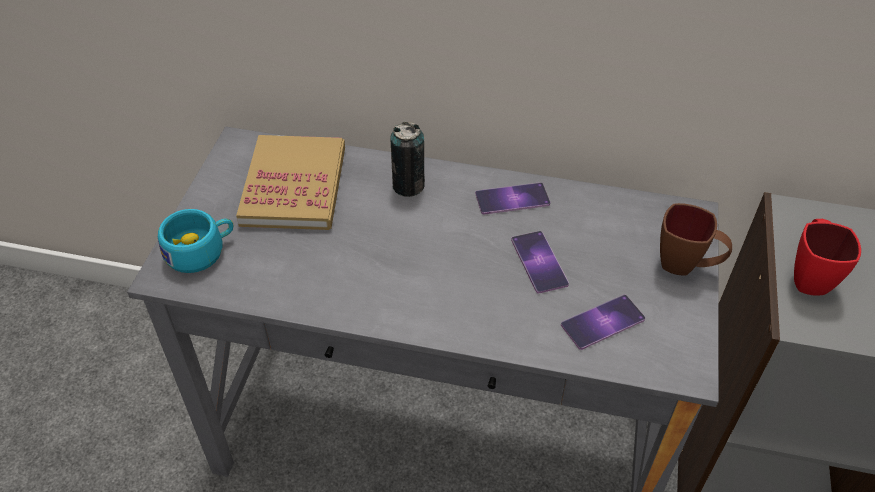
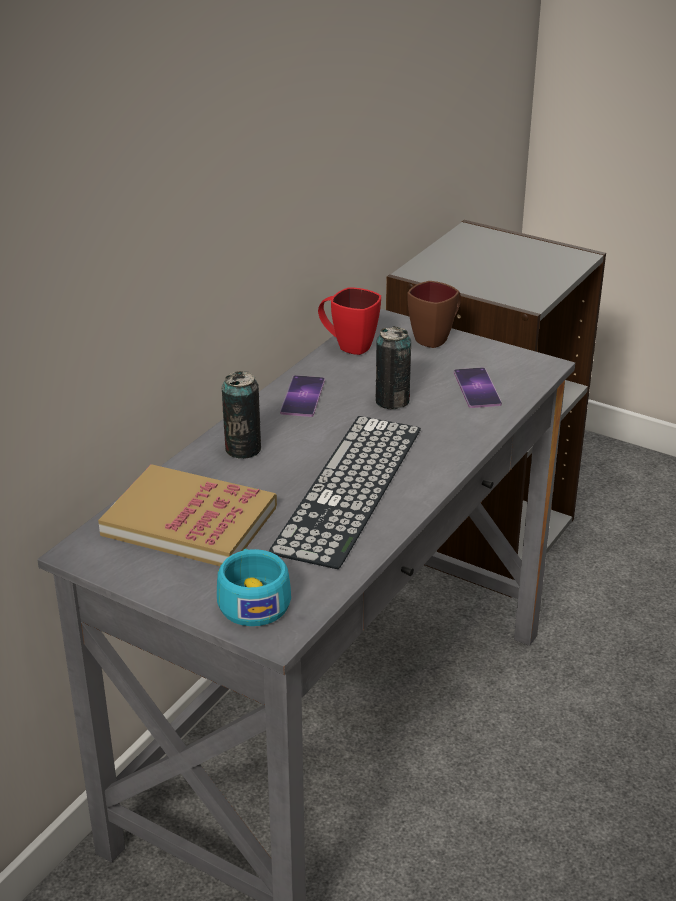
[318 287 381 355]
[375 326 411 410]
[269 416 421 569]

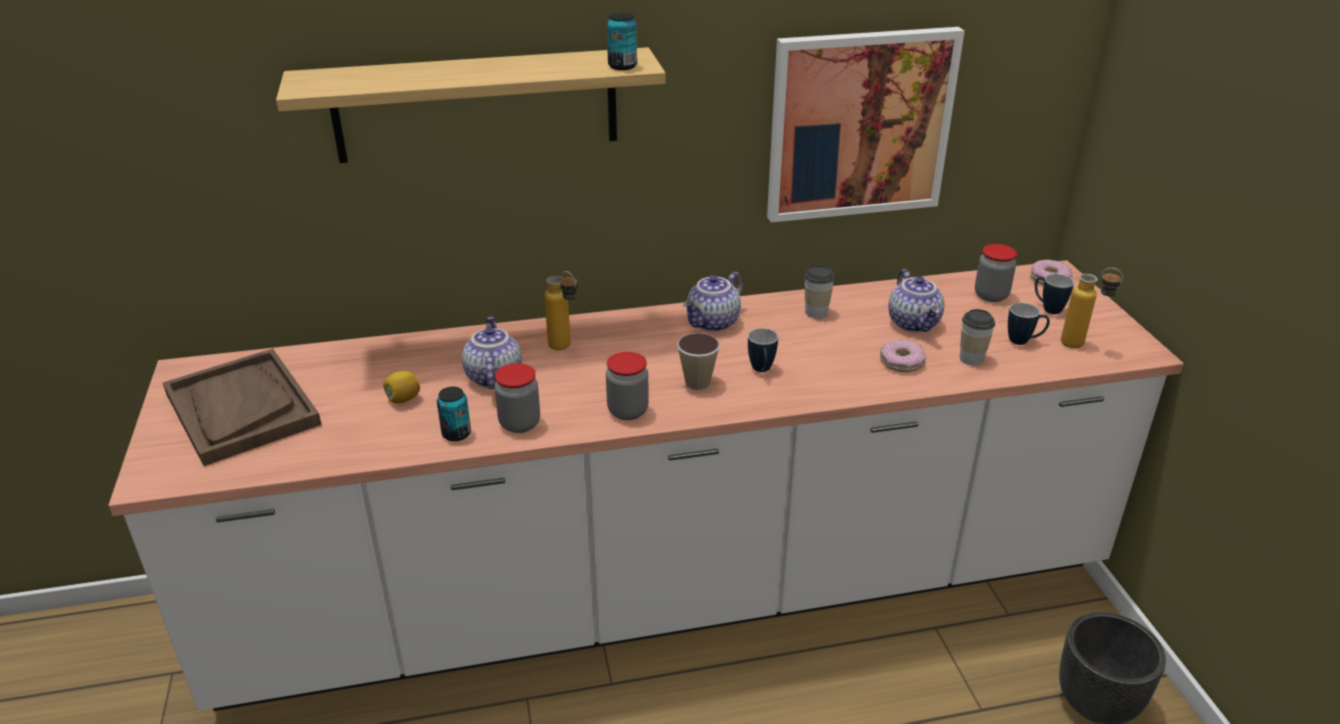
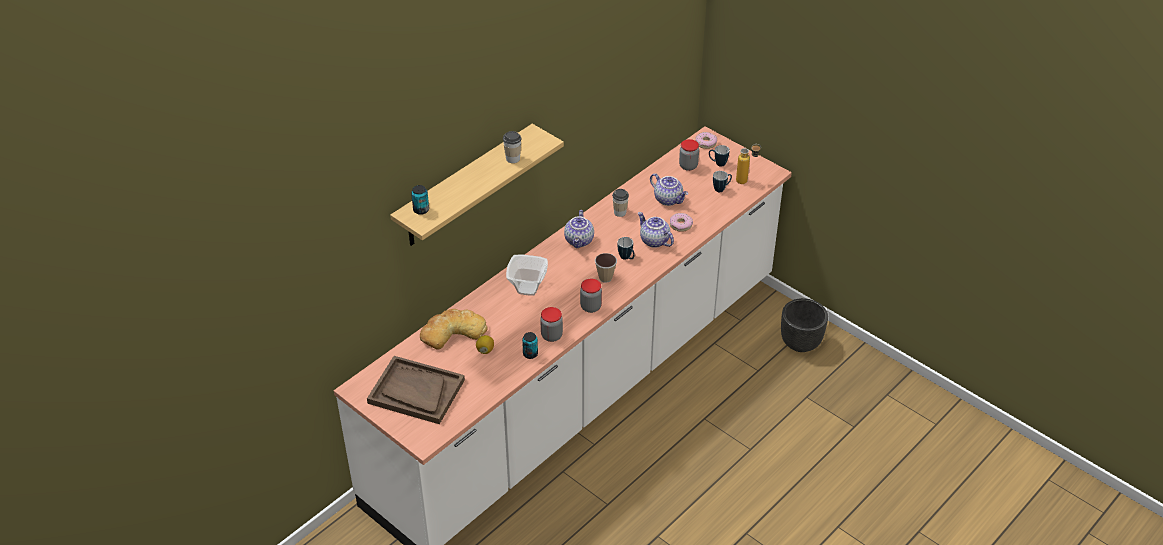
[411 185 429 215]
[767 27 965 222] (first image)
[506 254 548 296]
[503 131 522 163]
[638 212 674 248]
[420 309 488 350]

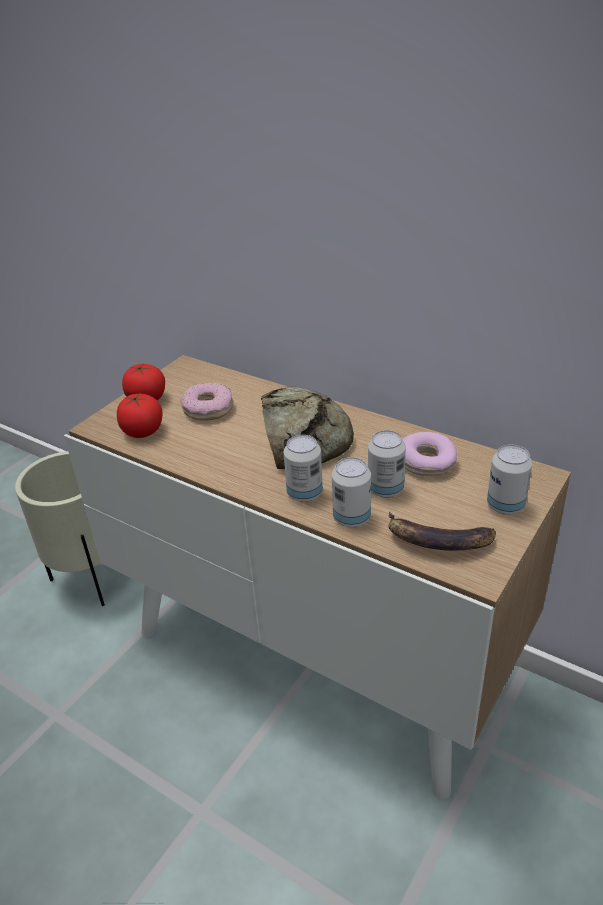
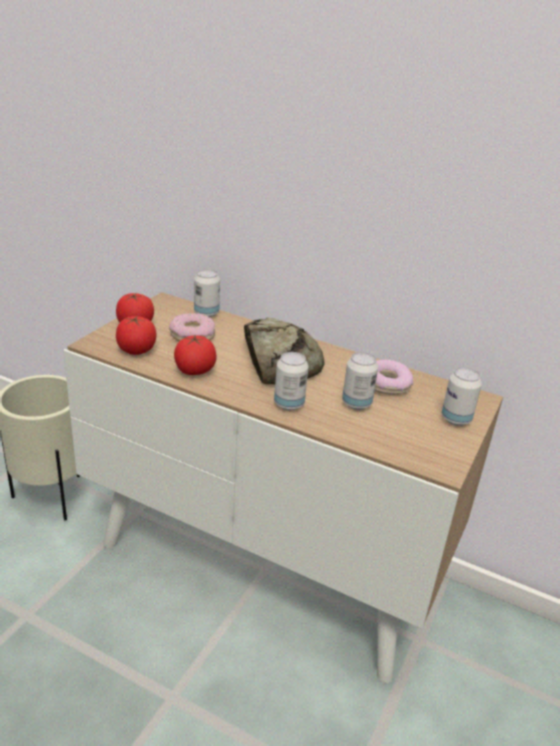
[194 269 220 317]
[388 512 496 551] (first image)
[174 335 216 375]

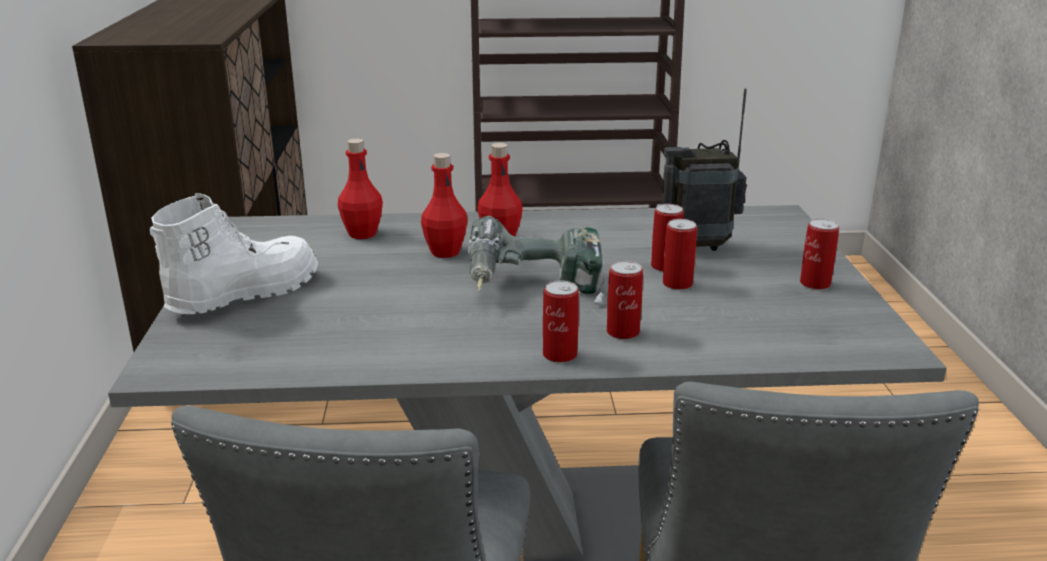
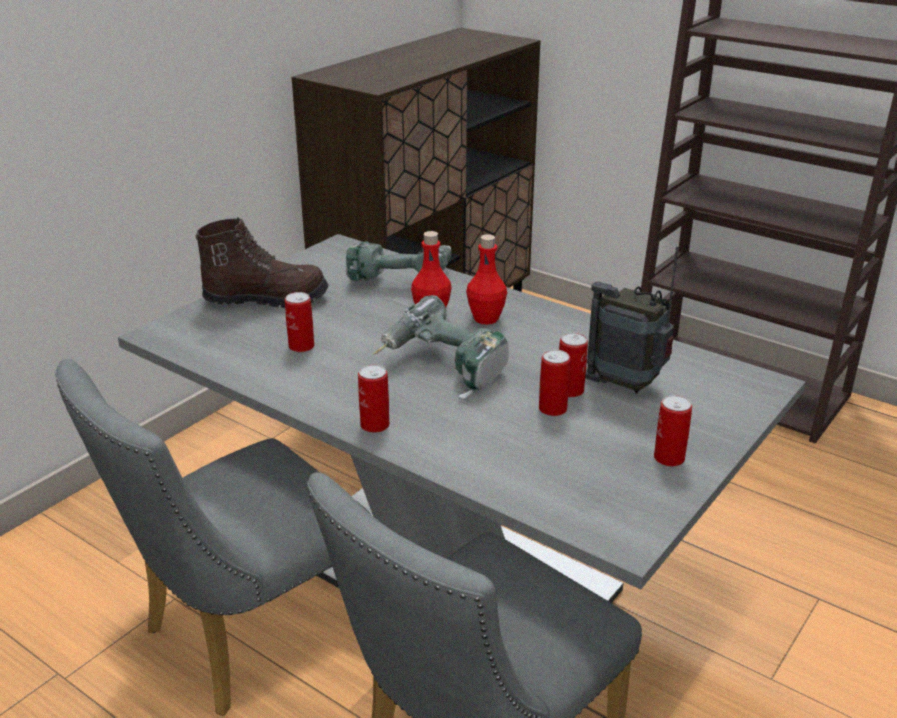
[346 242 452 281]
[196 217 329 308]
[285 292 314 352]

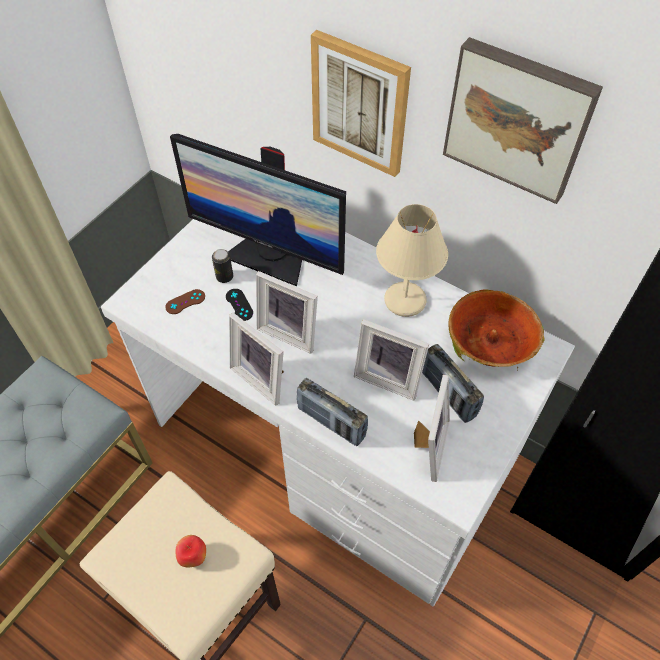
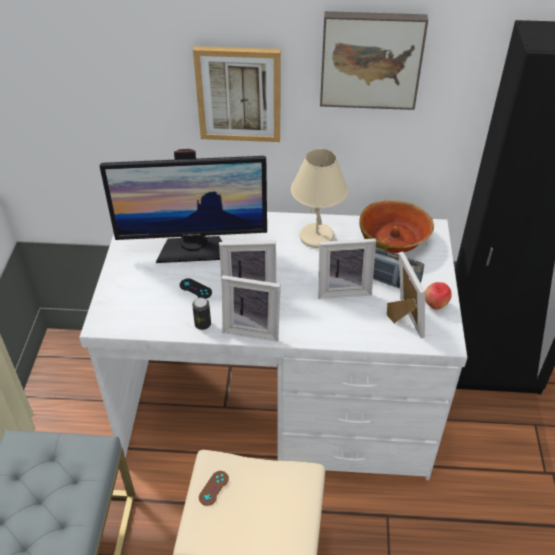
[192 298 211 330]
[199 471 229 506]
[297 378 368 446] (first image)
[425 282 452 310]

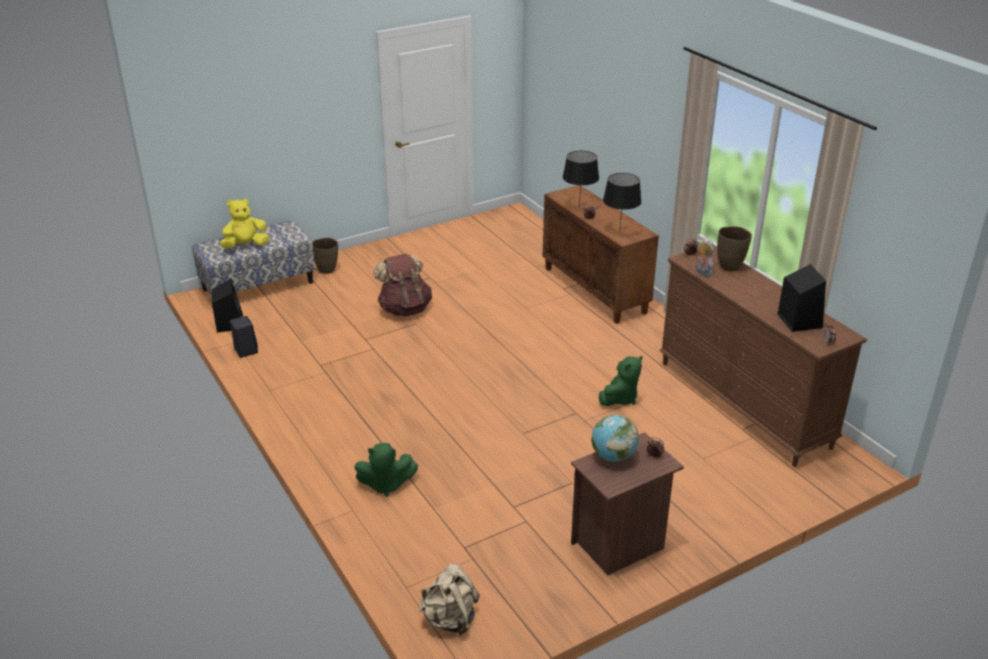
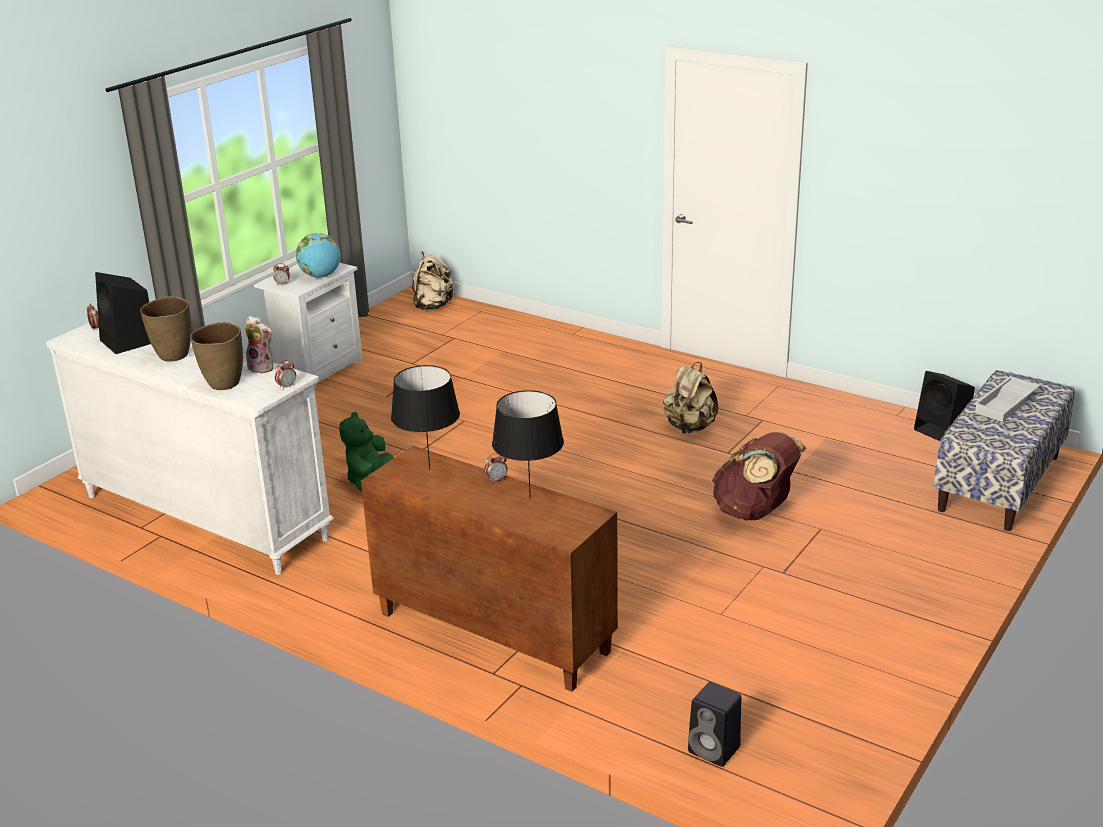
[974 376 1040 422]
[140 296 191 362]
[46 323 334 575]
[688 682 742 767]
[254 263 363 389]
[354 443 418 497] (first image)
[663 362 718 433]

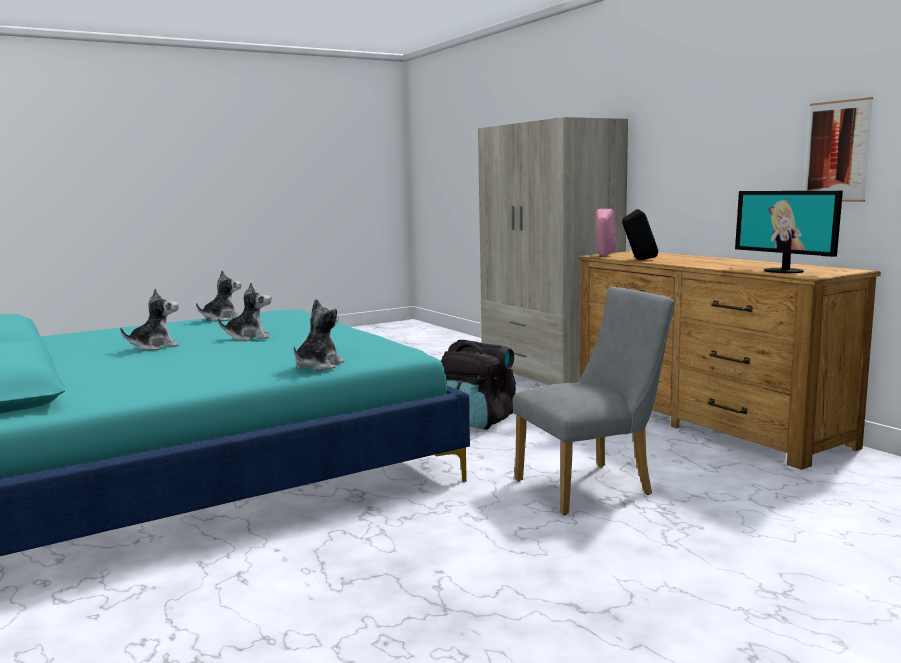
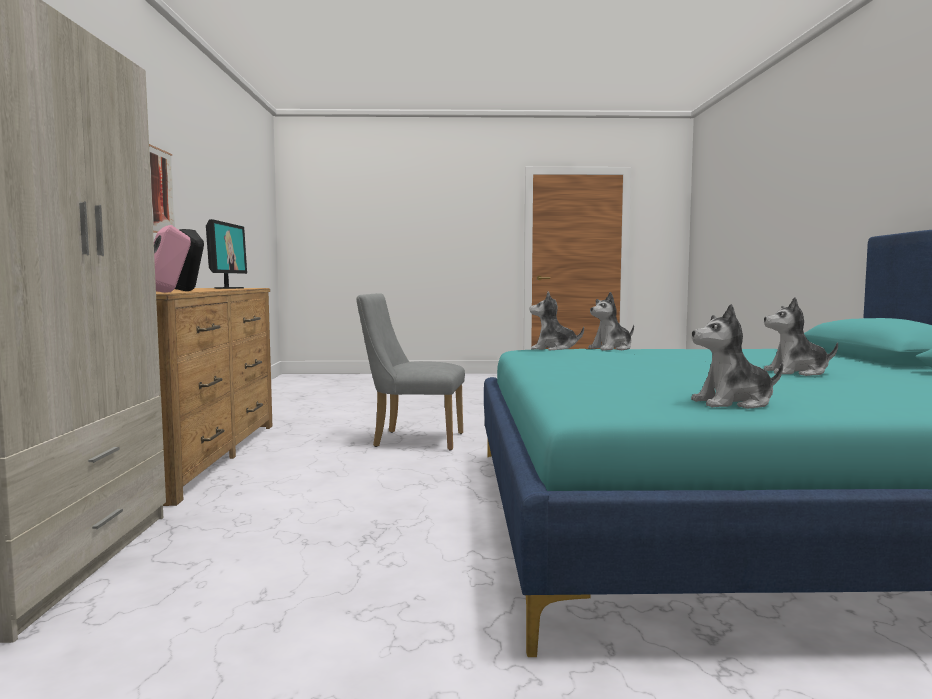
[529 292 584 351]
[441 340 516 430] (first image)

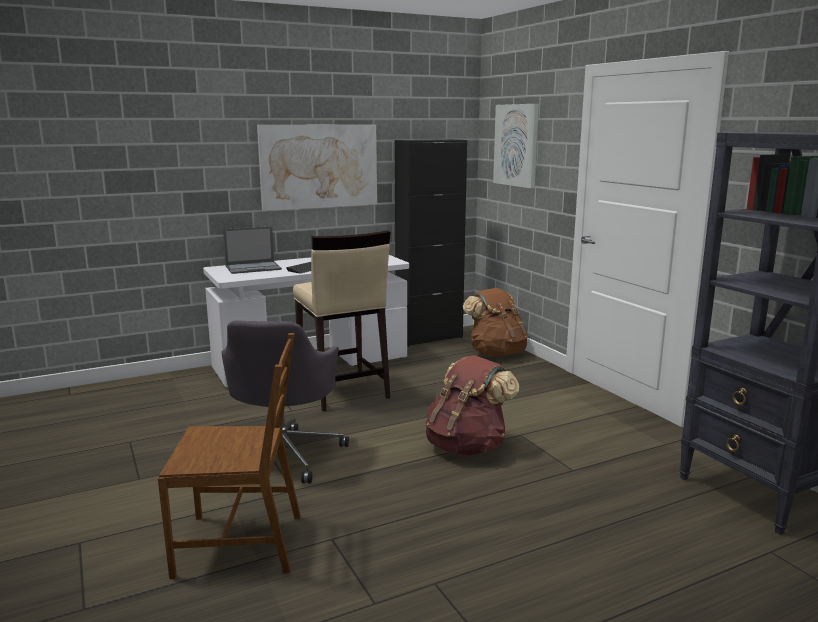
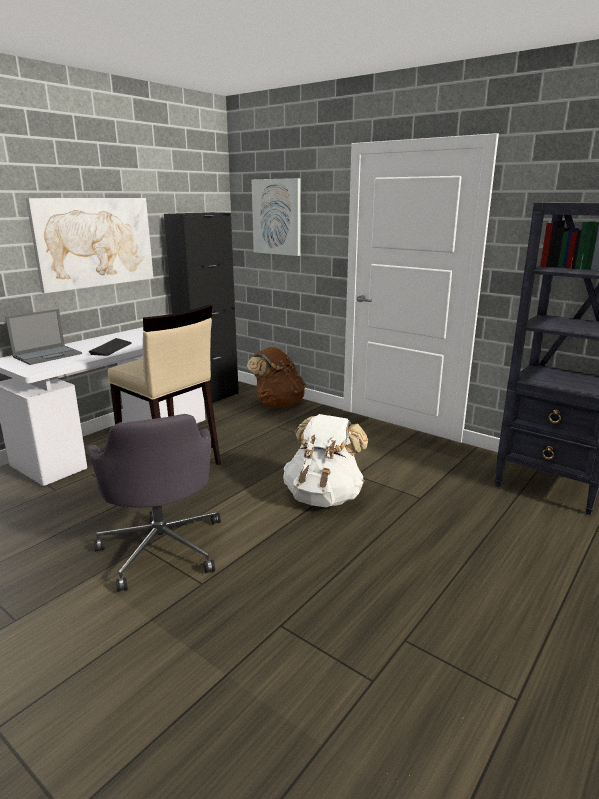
[158 333 301 579] (first image)
[283 414 368 507]

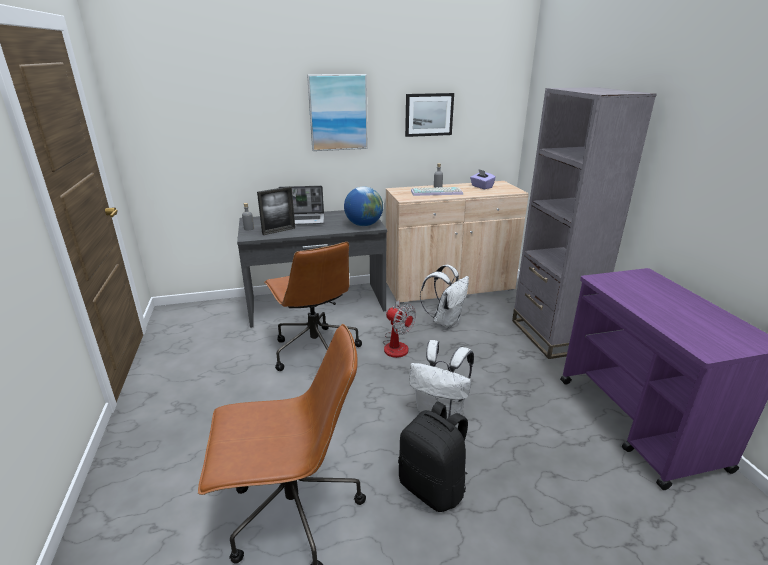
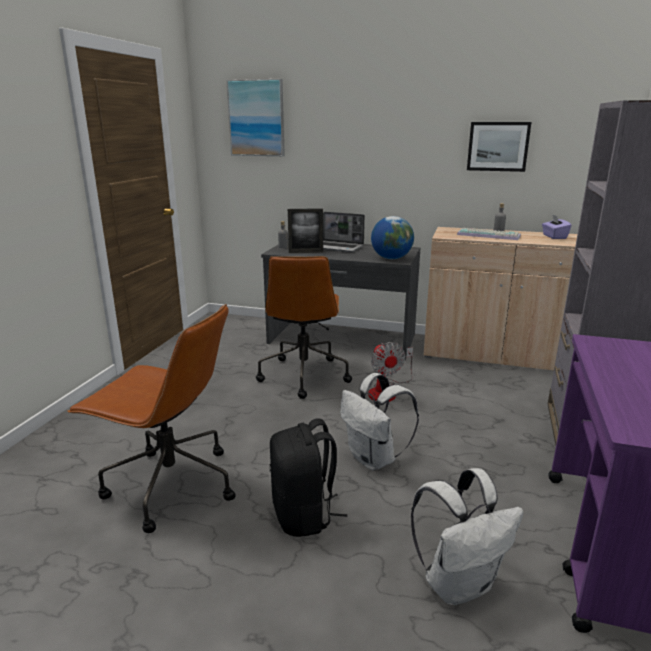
[226 79 285 156]
[411 468 524 605]

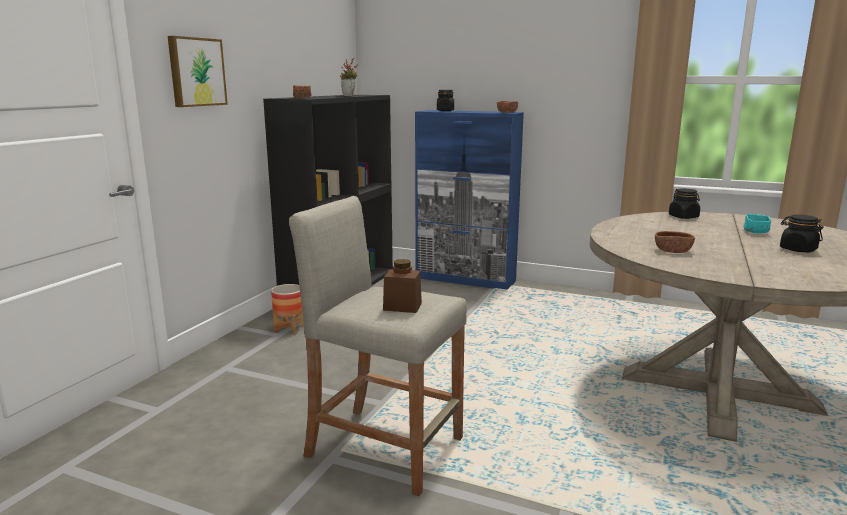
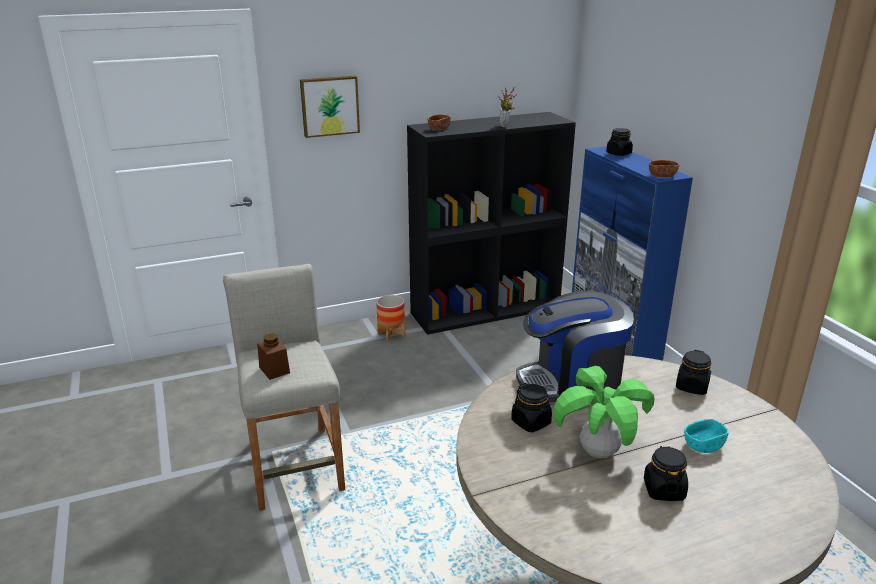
[511 383 552 432]
[516 291 634 402]
[553 366 654 458]

